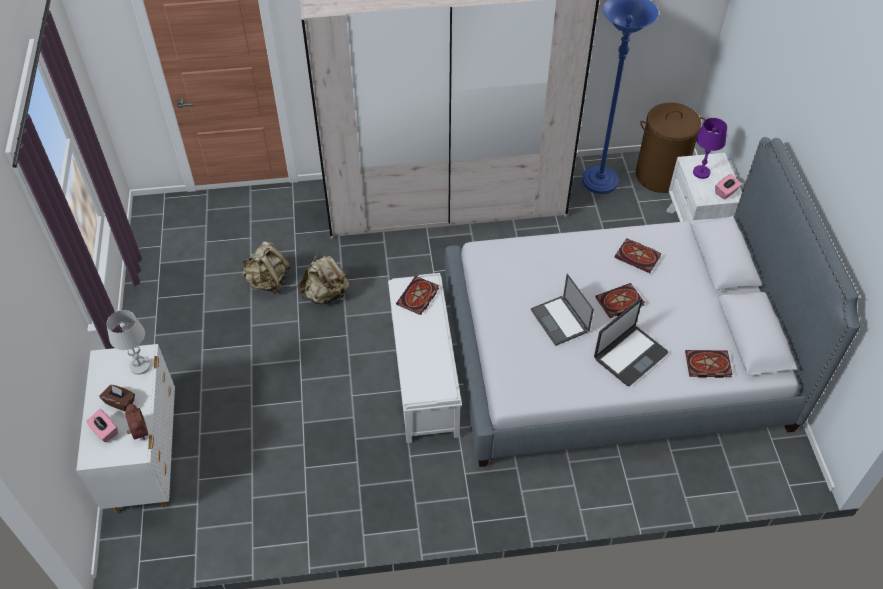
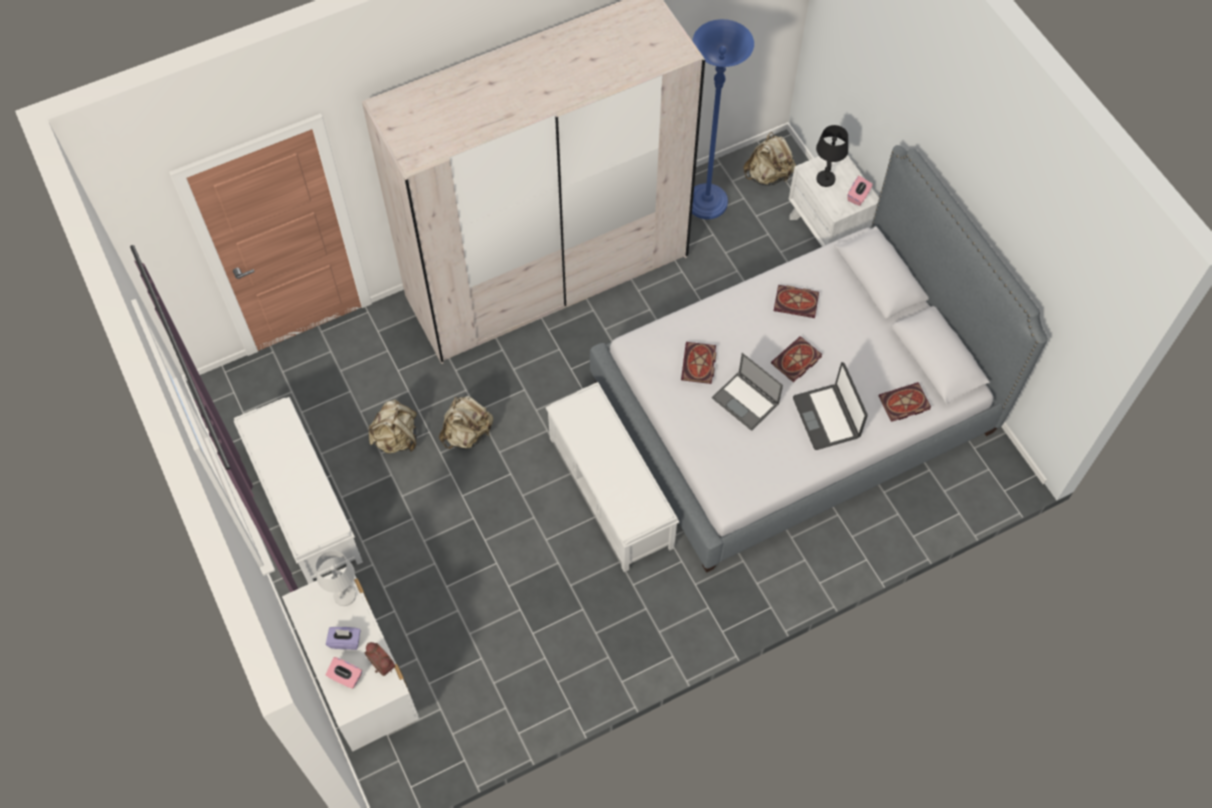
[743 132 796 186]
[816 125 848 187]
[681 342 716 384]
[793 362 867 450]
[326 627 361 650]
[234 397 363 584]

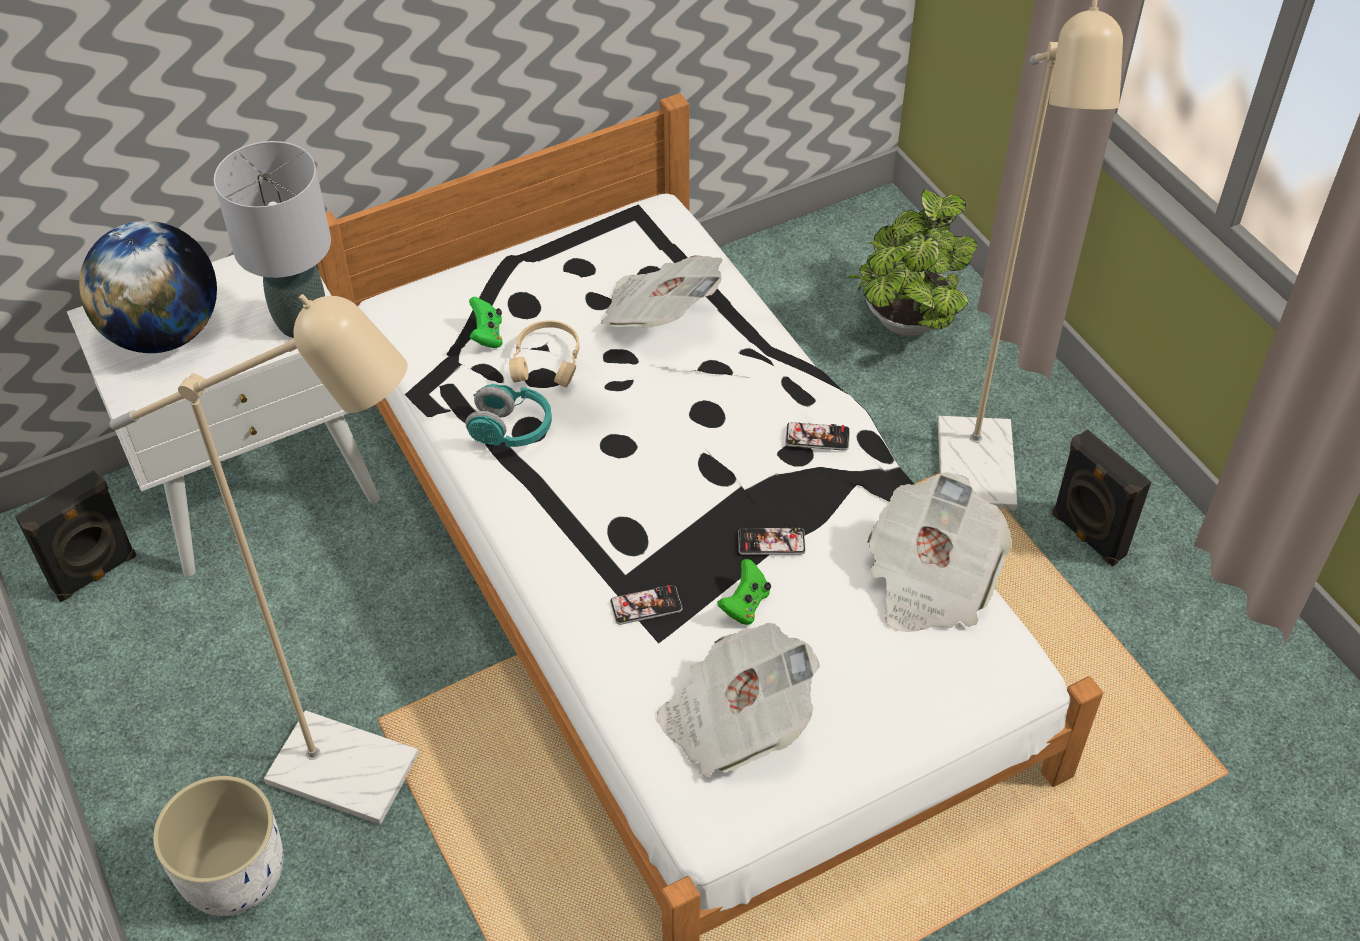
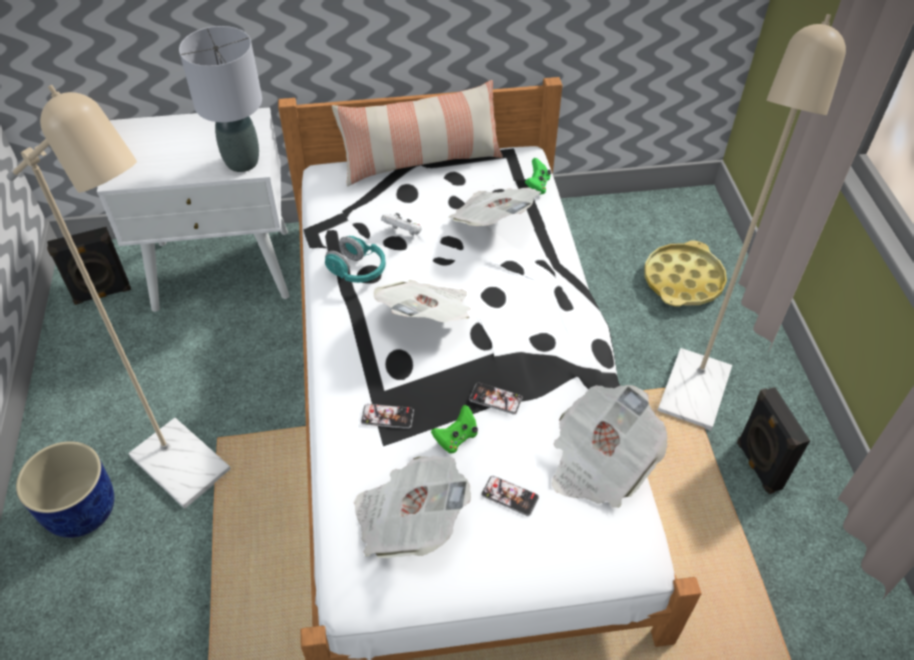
[644 240 727 307]
[79 221 217 353] (first image)
[525 158 551 195]
[381 213 422 235]
[481 476 539 516]
[16 441 114 538]
[332 80 503 187]
[374 280 471 322]

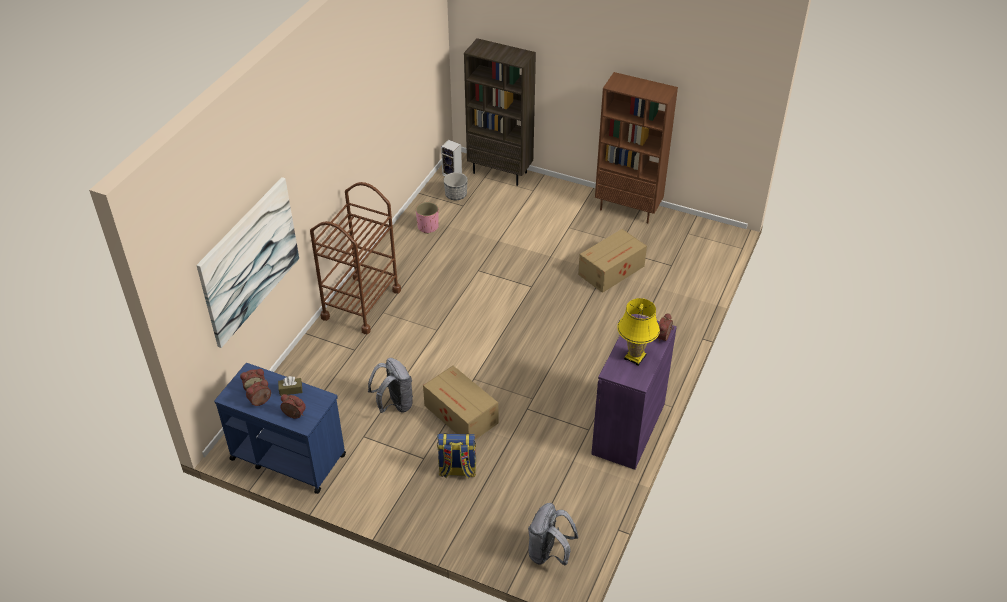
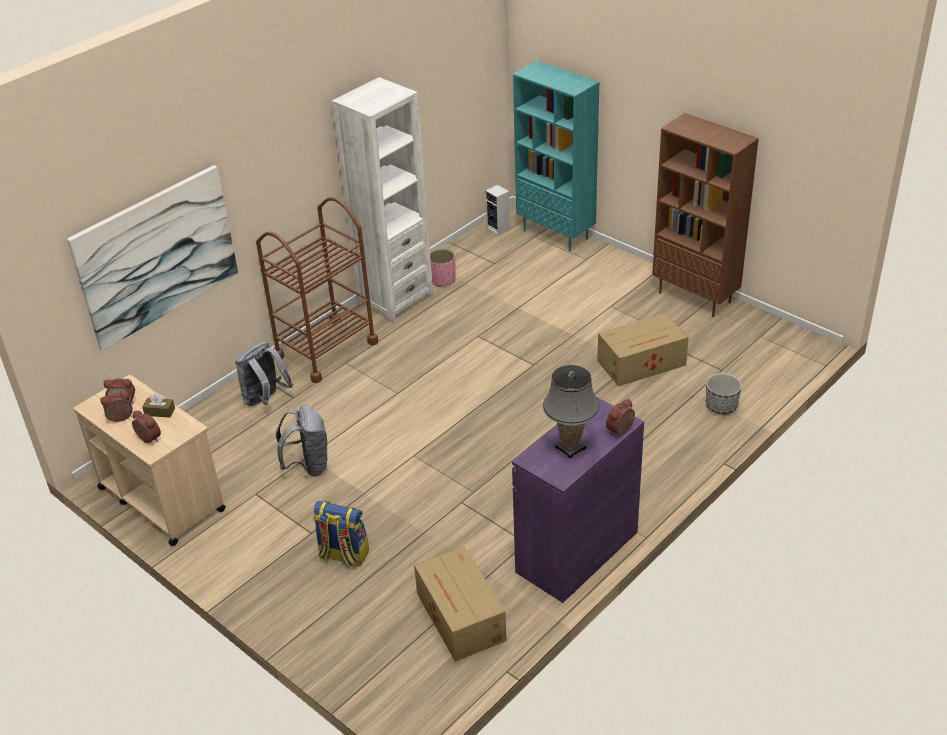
[513 61 599 251]
[706 373 742 414]
[543 365 600 458]
[73 374 226 546]
[414 546 507 662]
[235 341 293 406]
[332 77 433 322]

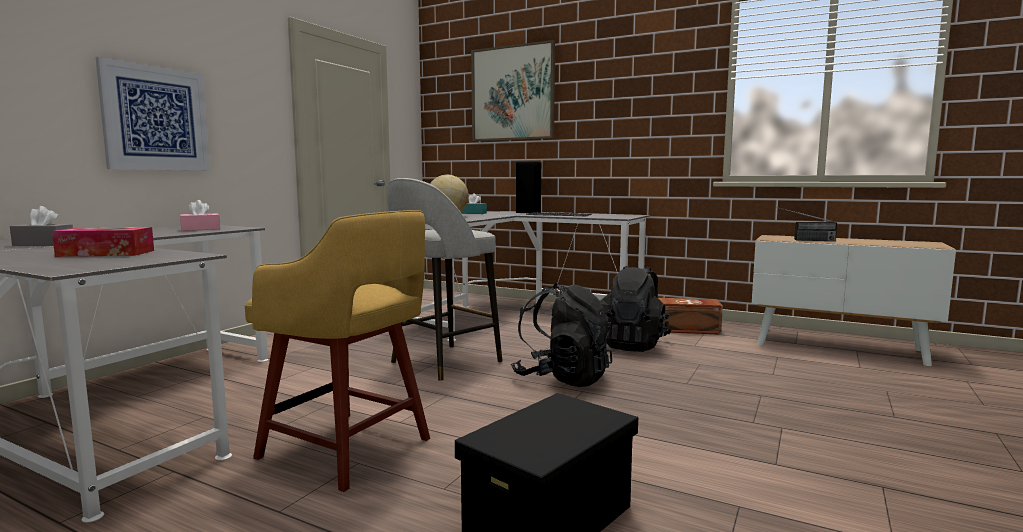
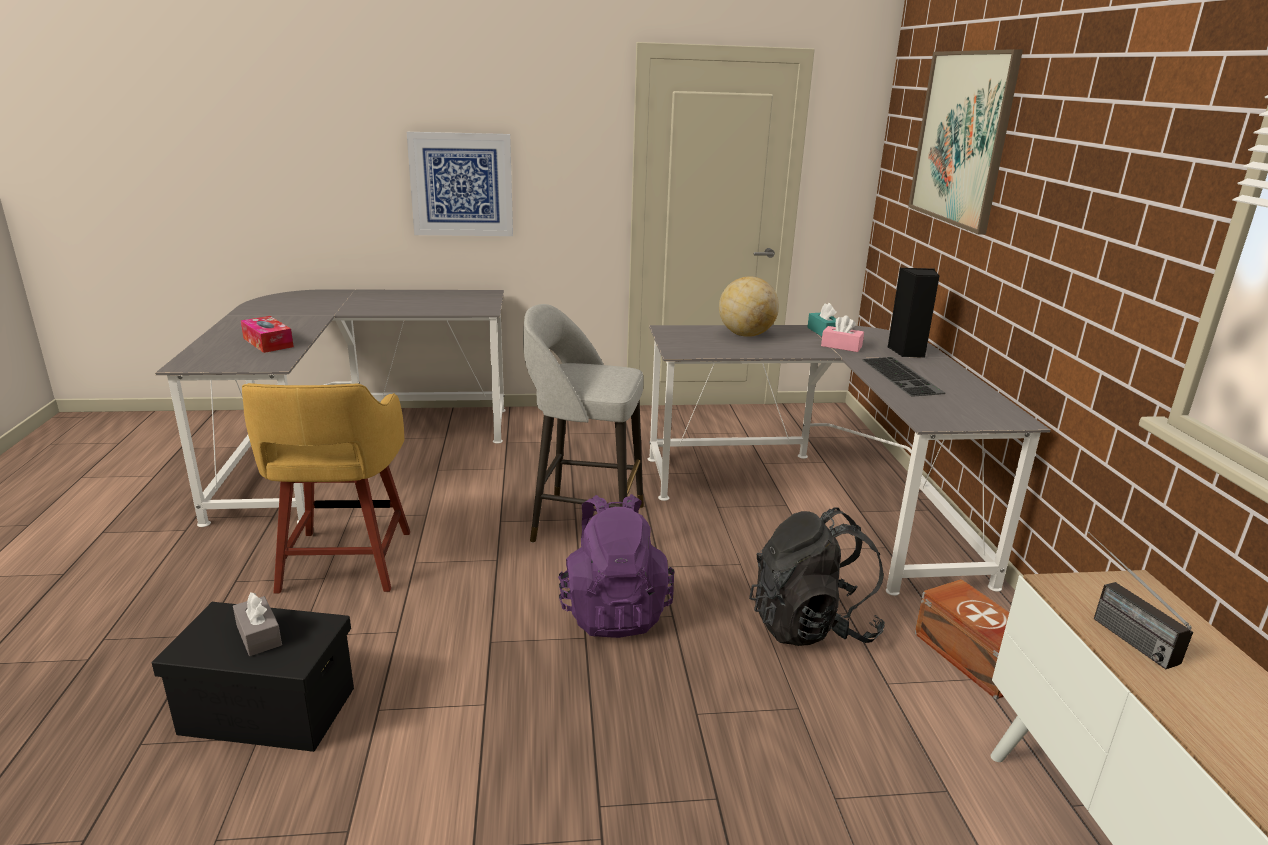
[821 316 864 352]
[233 592 282 656]
[558 494 674 638]

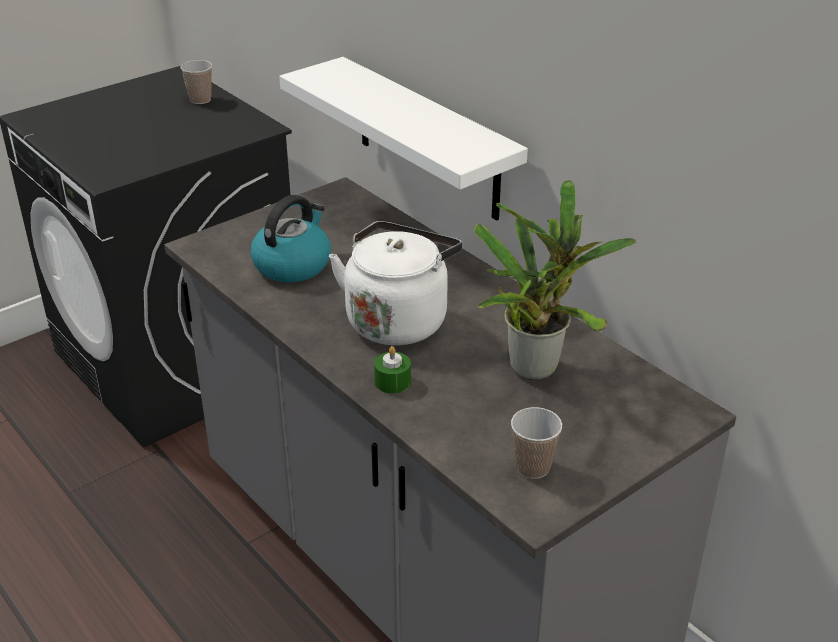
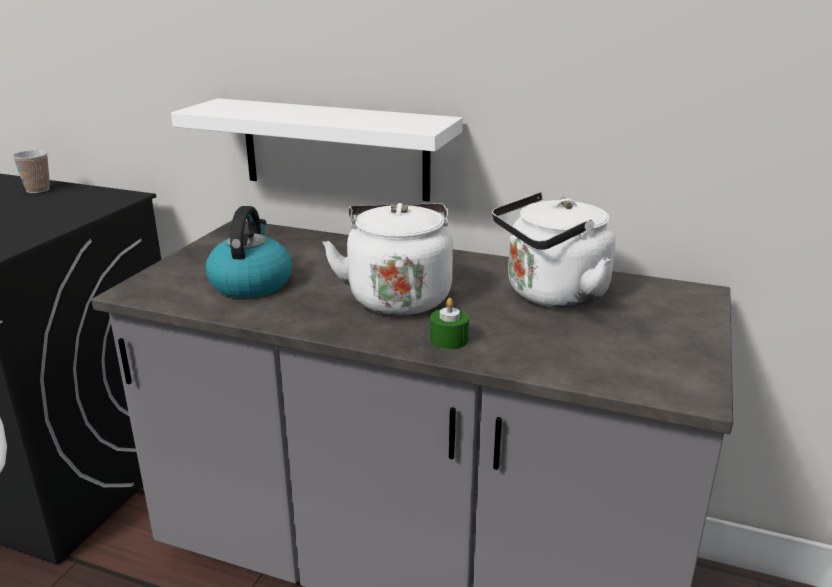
[492 192 616 308]
[511 407 562 479] (first image)

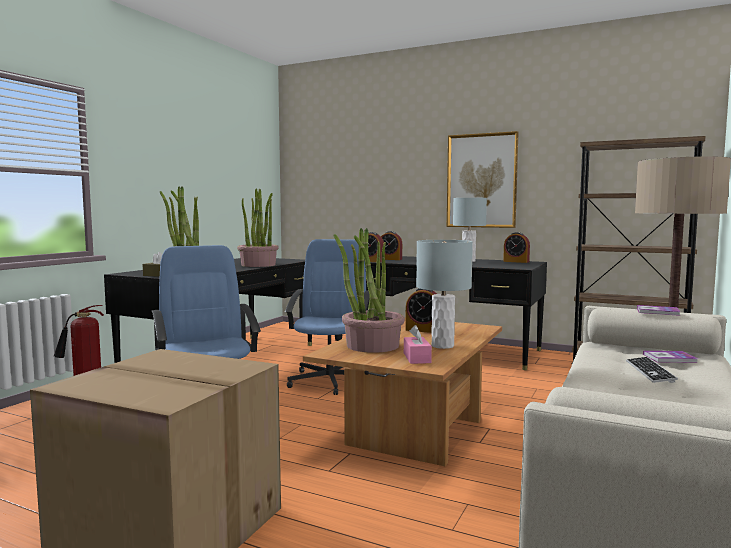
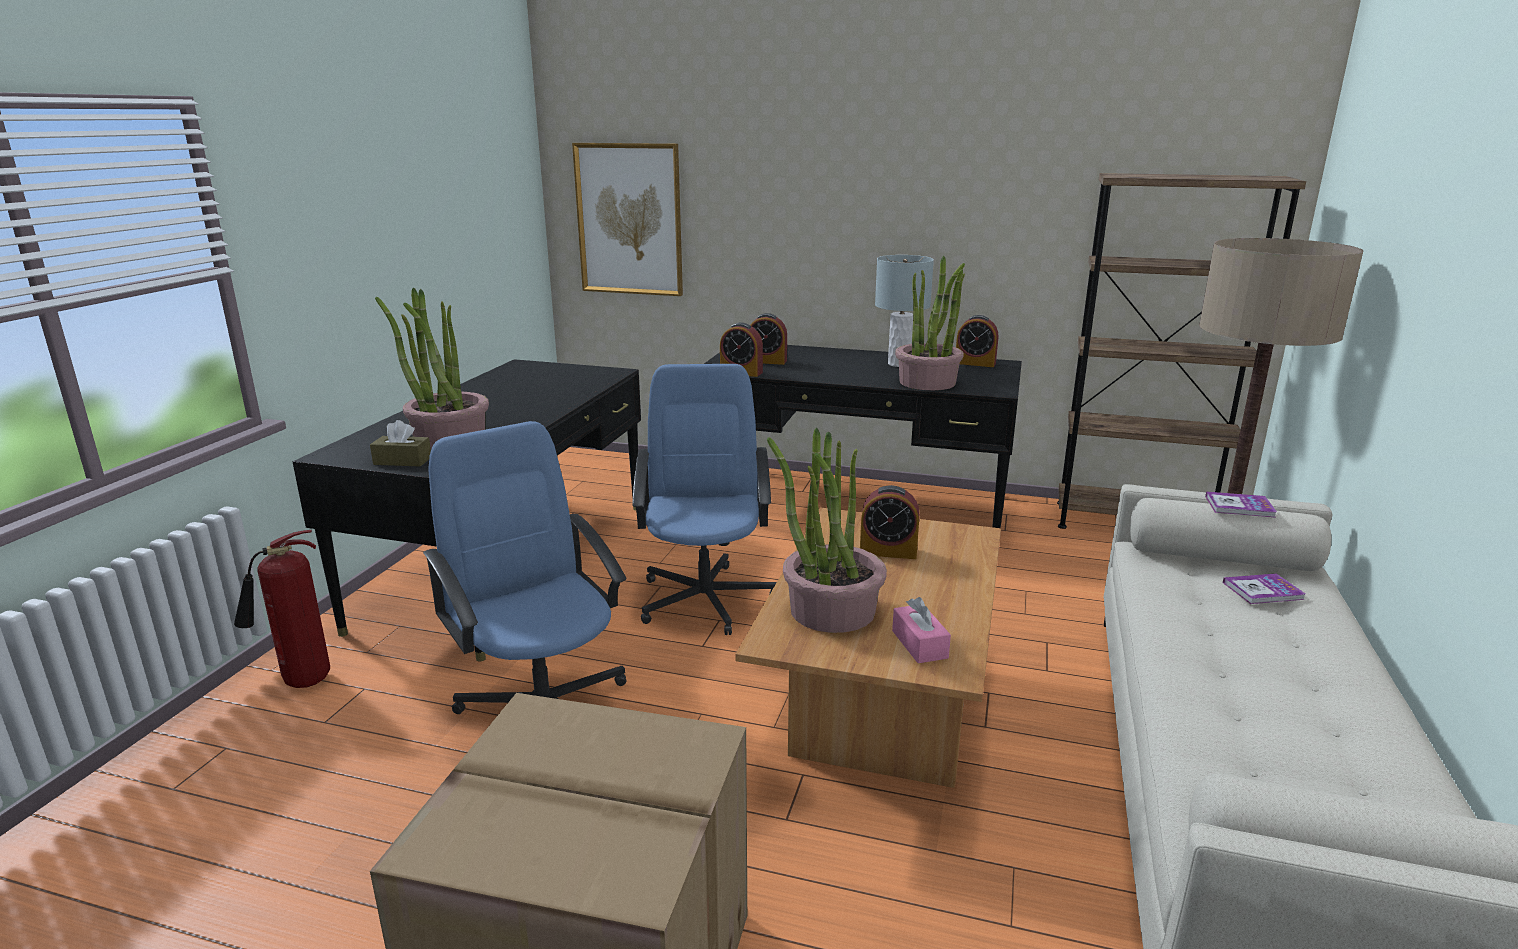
[572 143 683 296]
[895 256 965 390]
[416 240 473 349] (first image)
[626 357 678 383] (first image)

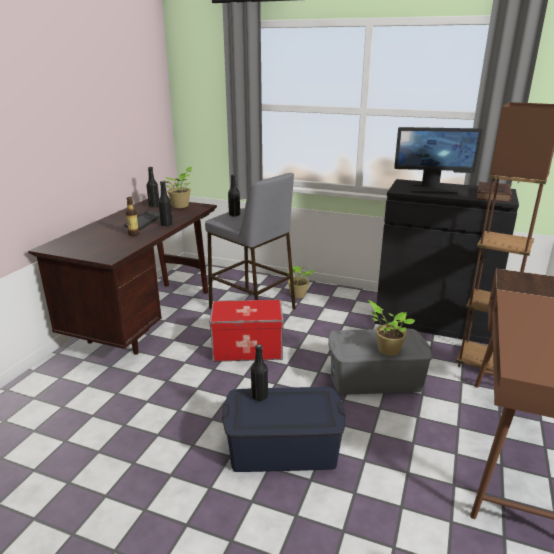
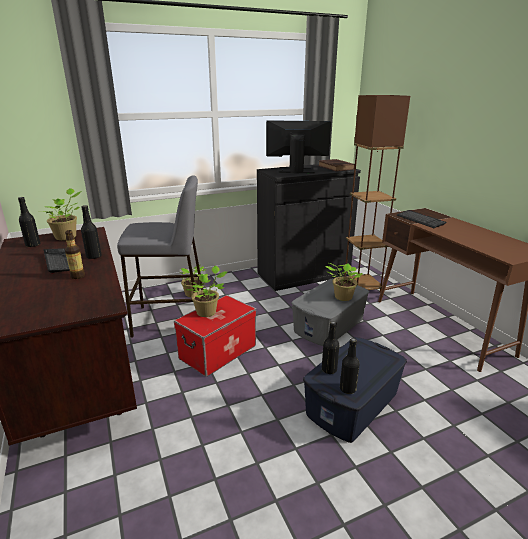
[266 120 331 174]
[340 338 360 394]
[397 210 447 228]
[186 266 227 317]

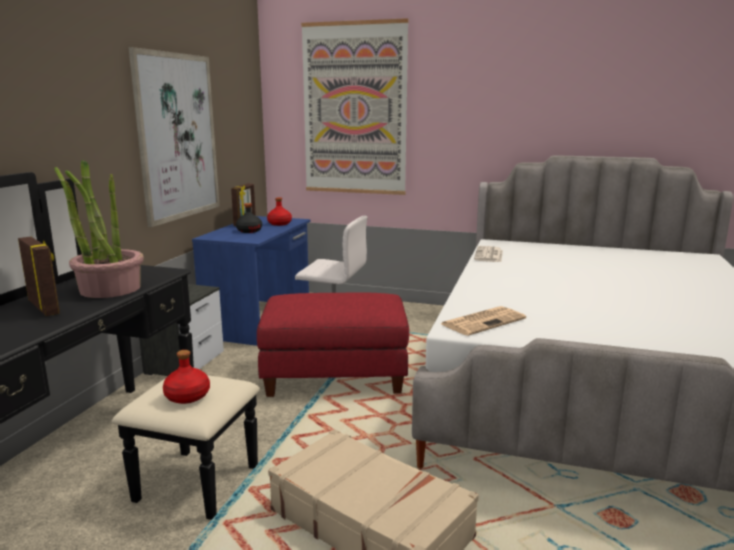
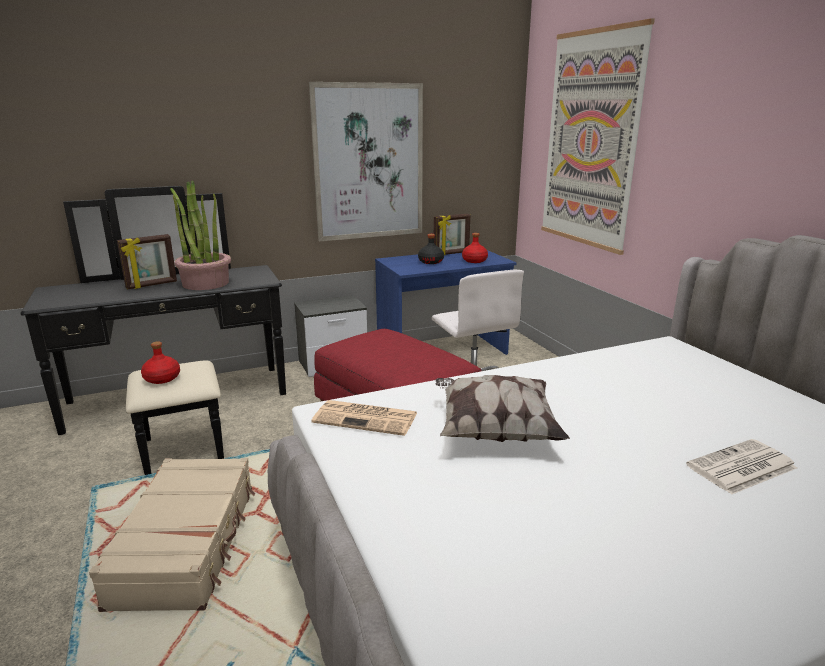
[117 234 177 289]
[686 439 797 495]
[435 375 570 442]

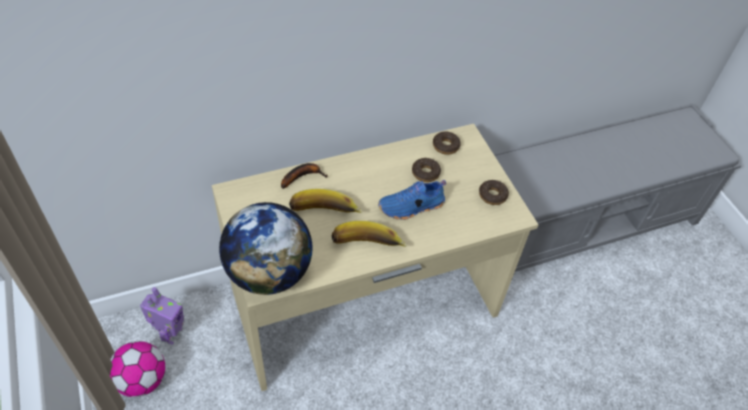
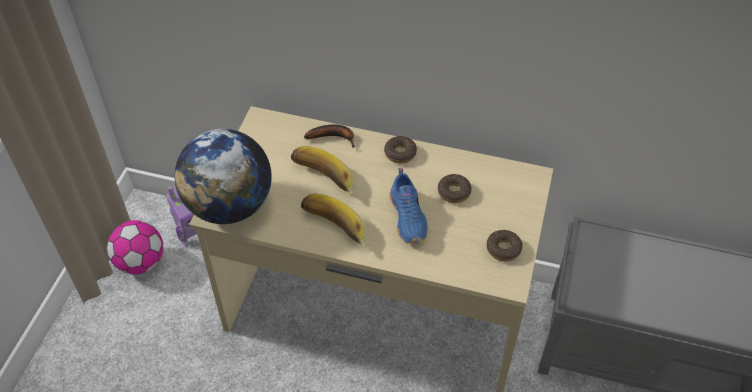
[384 136 417 163]
[390 168 428 243]

